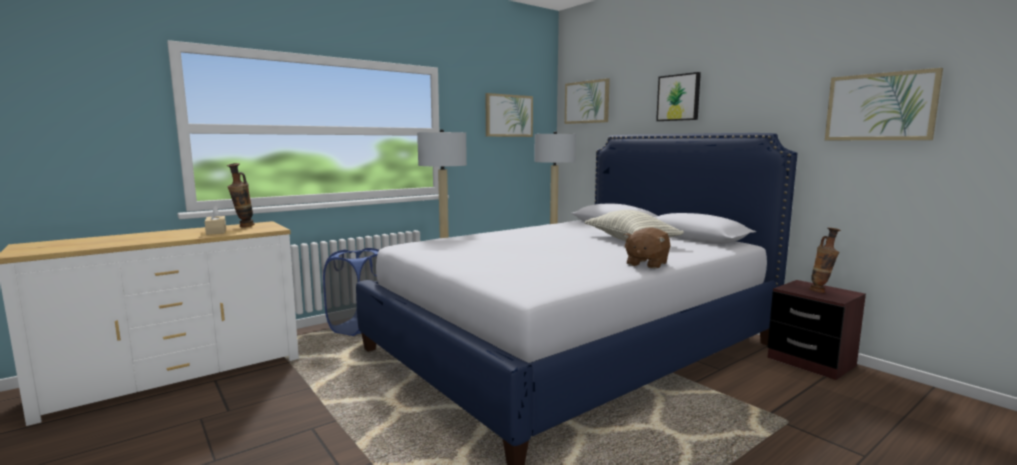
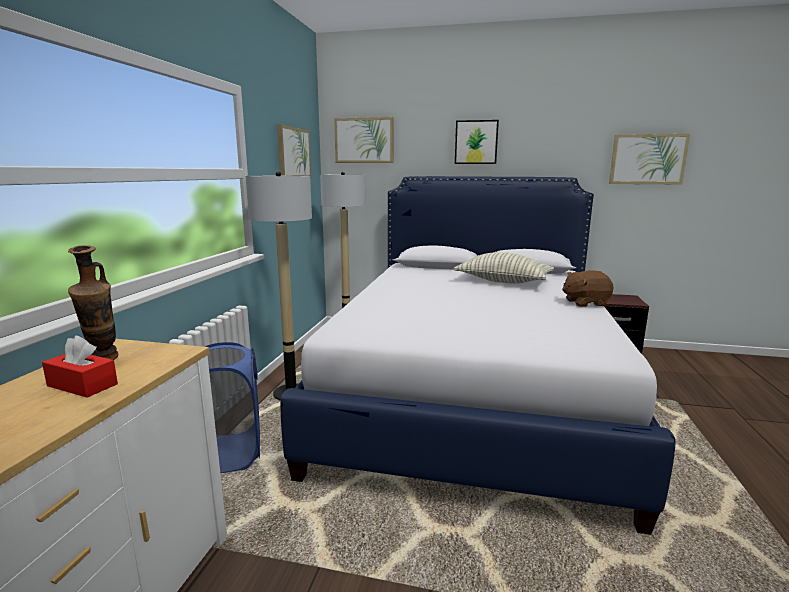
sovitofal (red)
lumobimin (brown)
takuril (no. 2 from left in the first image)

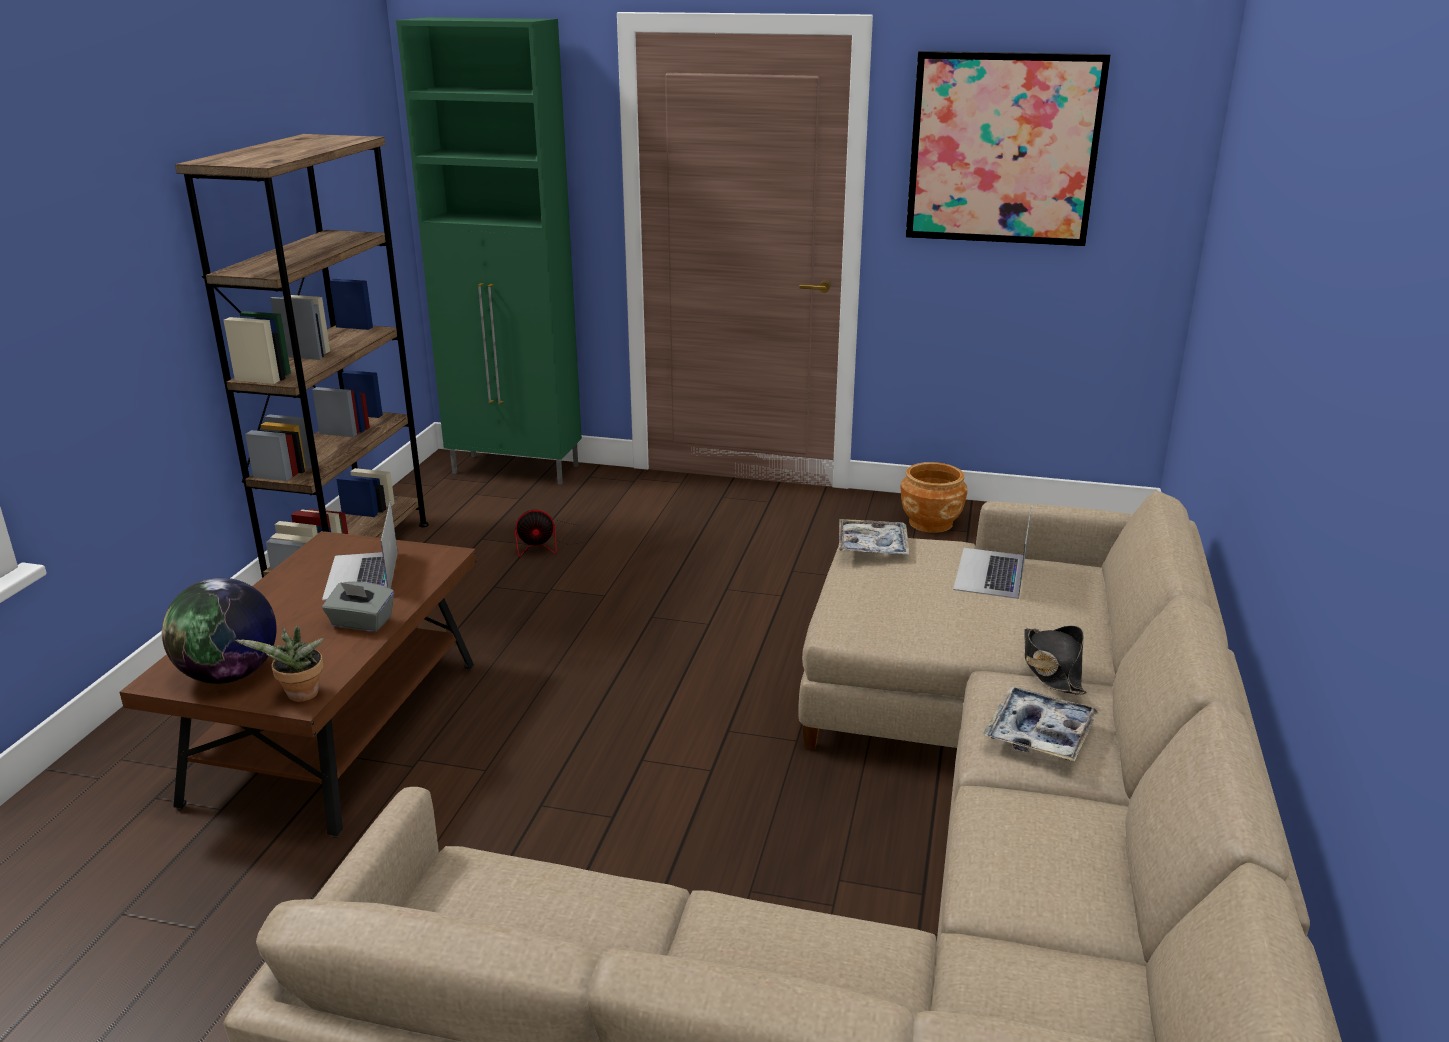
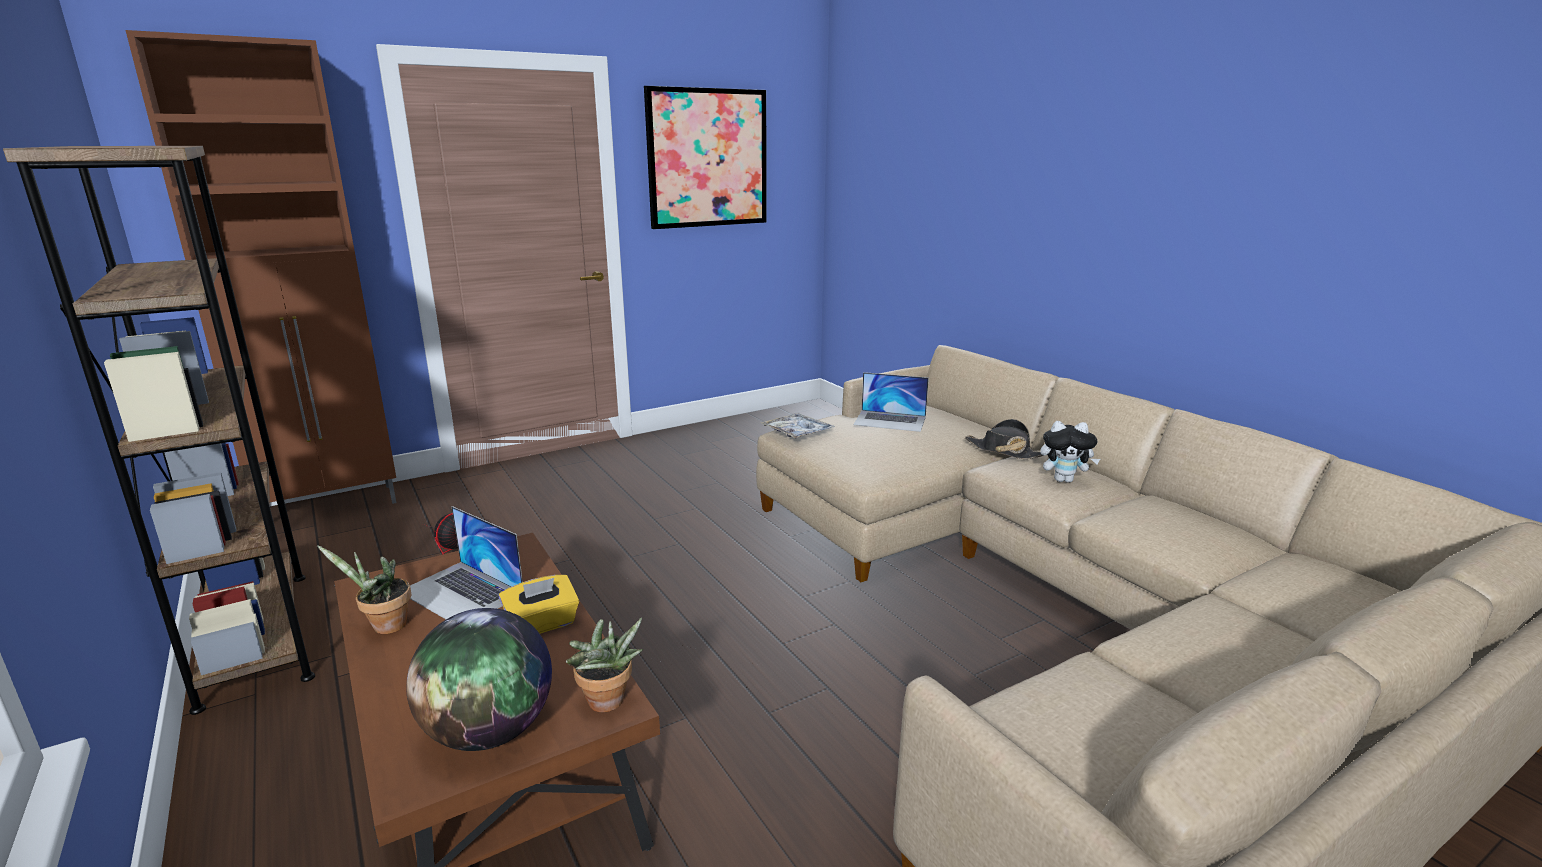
sovitofal (yellow)
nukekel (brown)
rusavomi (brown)
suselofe (no. 2 from left)
lumobimin
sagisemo (no. 1 from left)

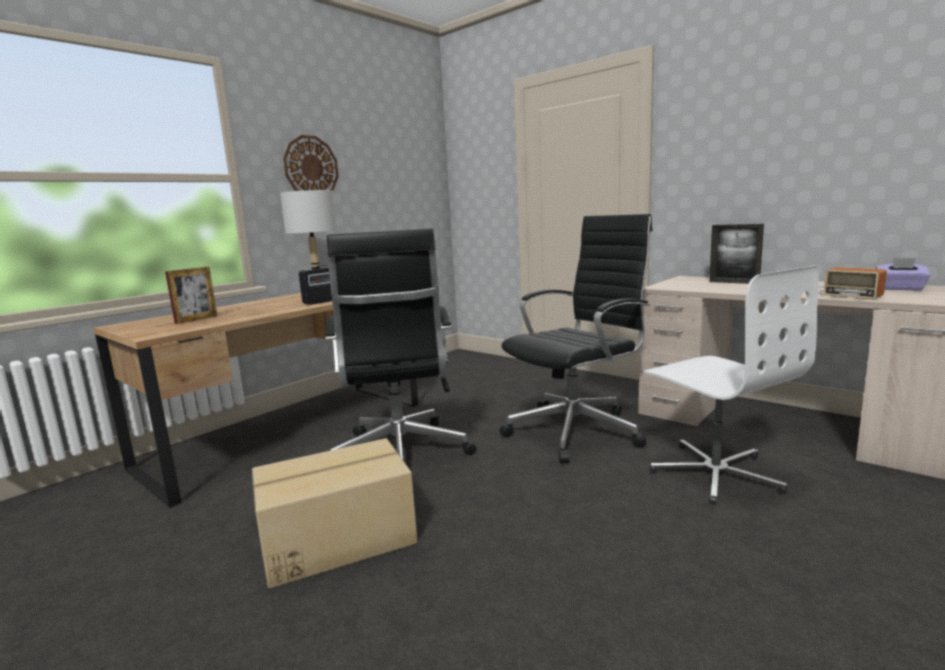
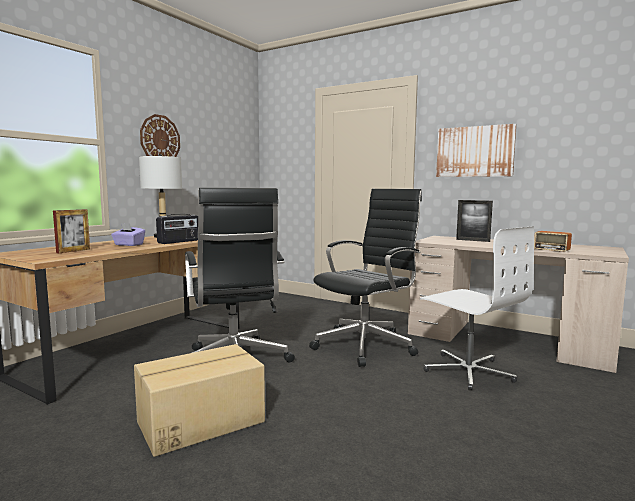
sovitofal (purple)
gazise

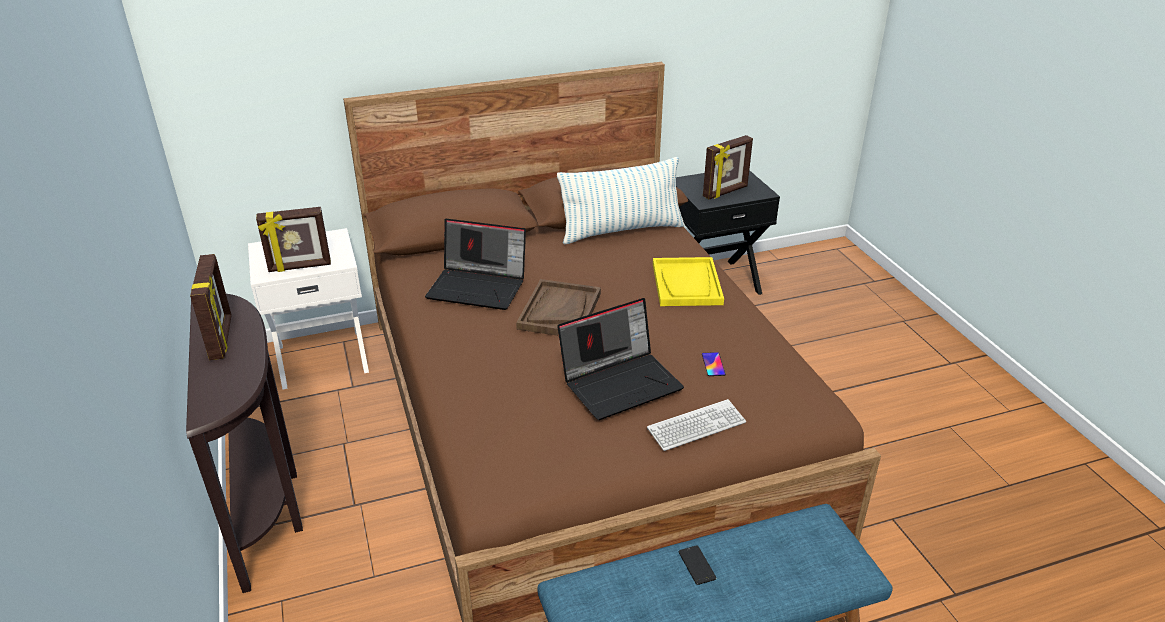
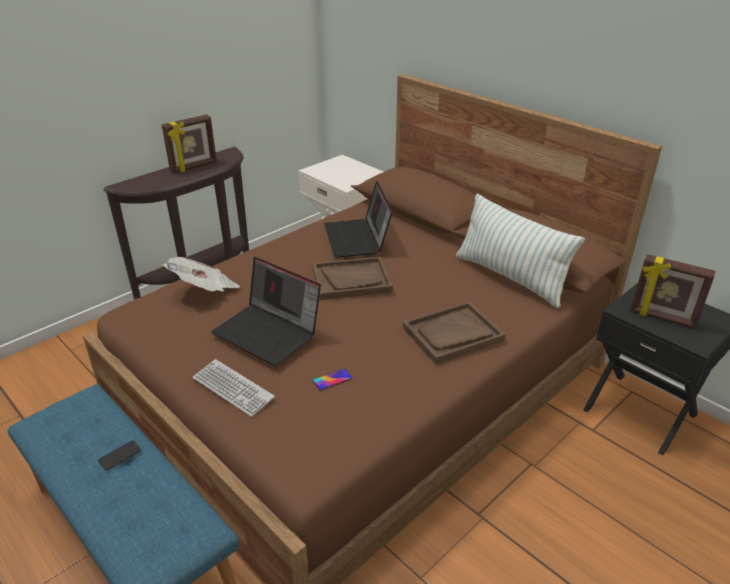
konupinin (no. 2 from left in the first image)
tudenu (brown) (no. 2 from left)
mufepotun

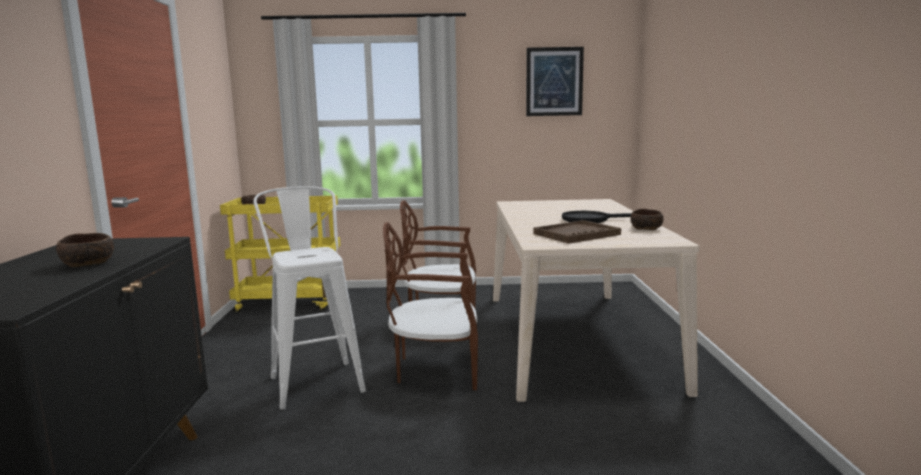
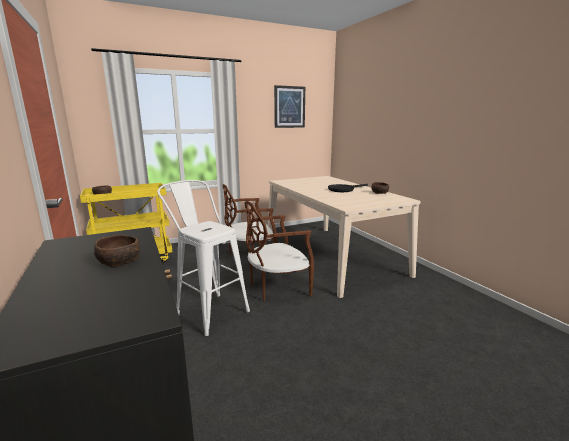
tudenu (brown)

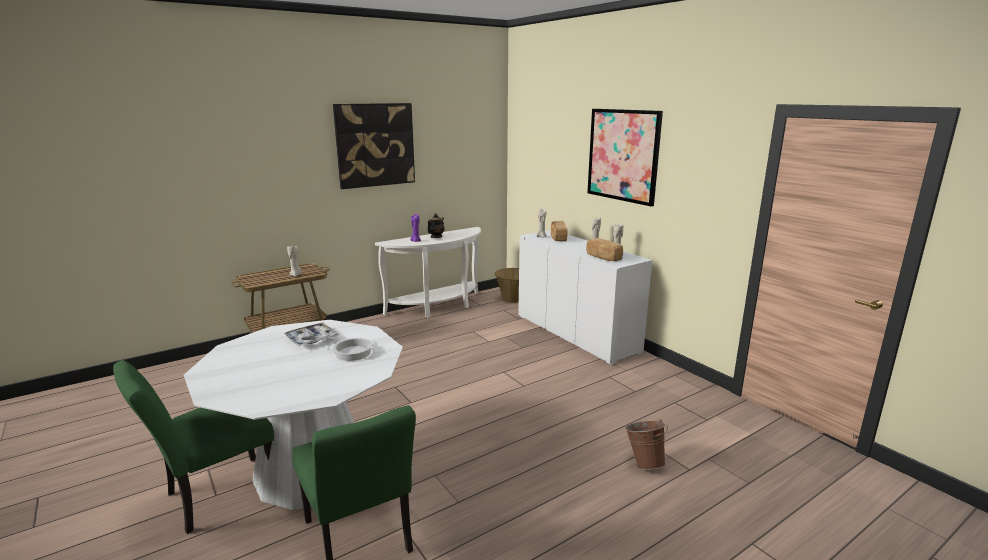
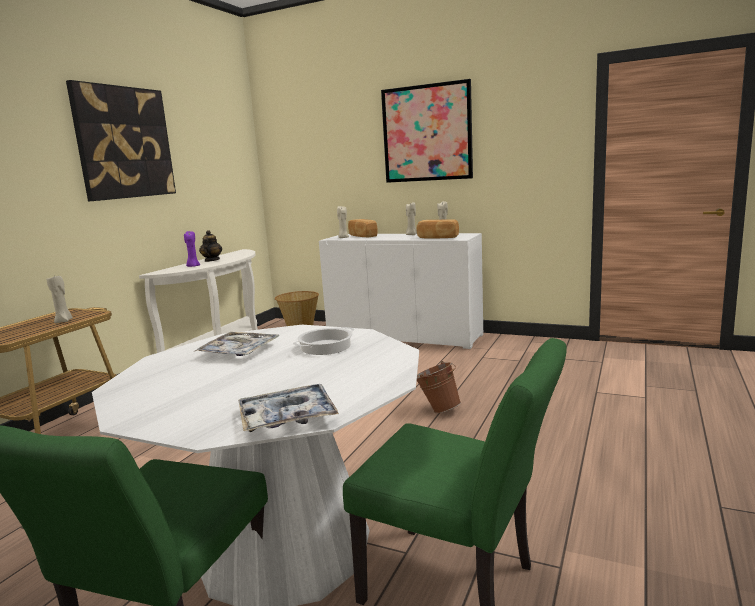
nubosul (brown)
tudenu (no. 2 from left)

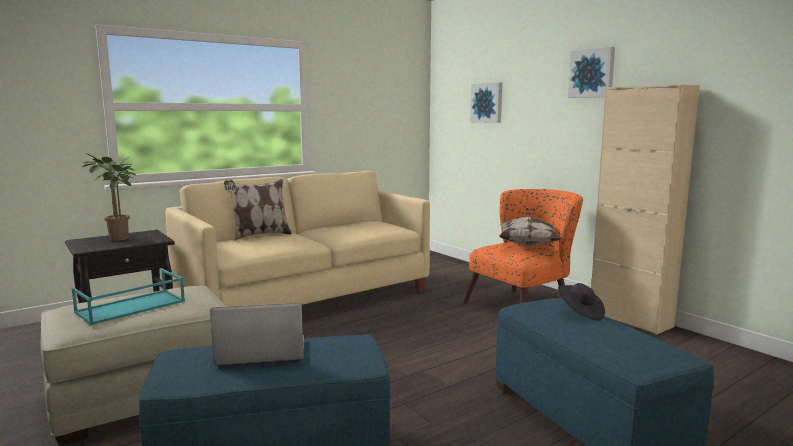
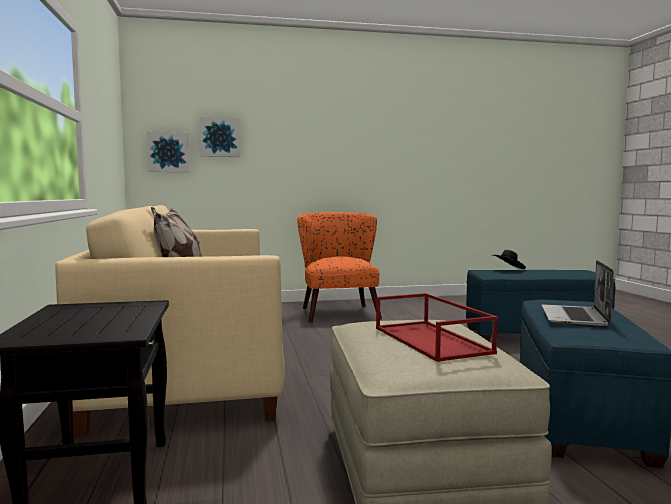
tudenu (red)
sagisemo
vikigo (no. 2 from left in the first image)
gazise (no. 1 from left)
nukekel (beige)

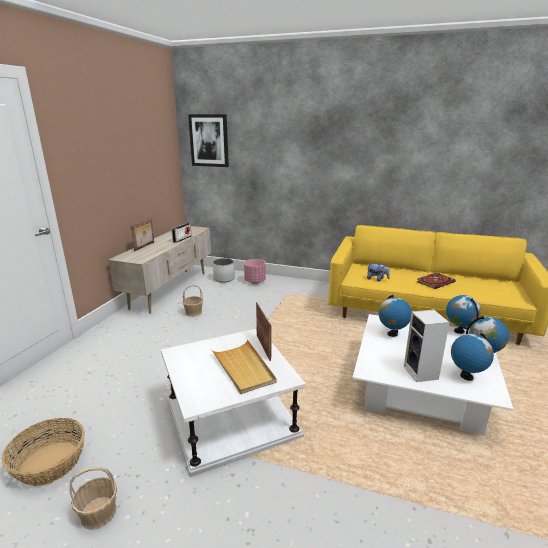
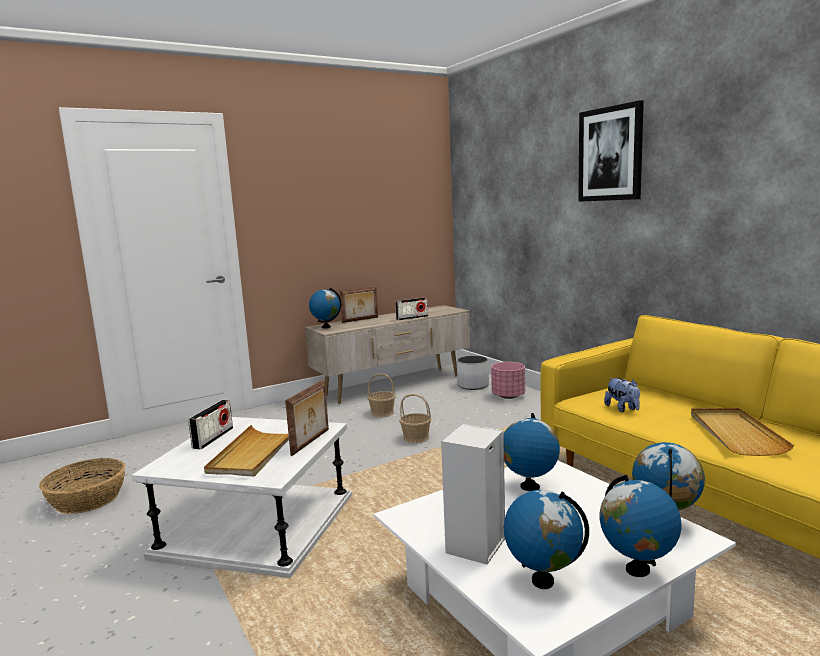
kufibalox (no. 3 from left)
gazise
tudenu (beige) (no. 2 from left)
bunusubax (no. 1 from left)
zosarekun (no. 1 from left)

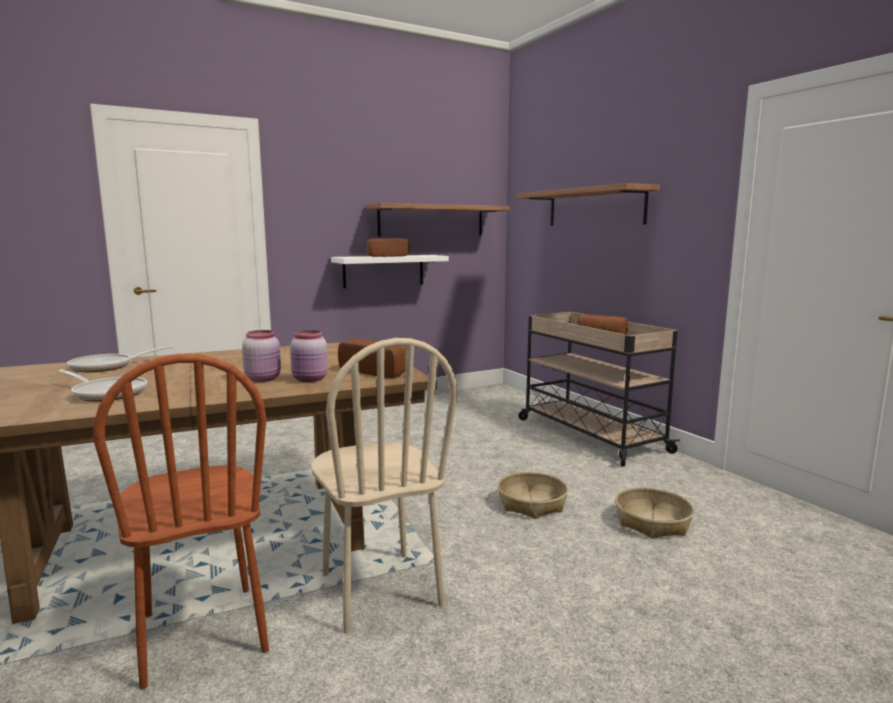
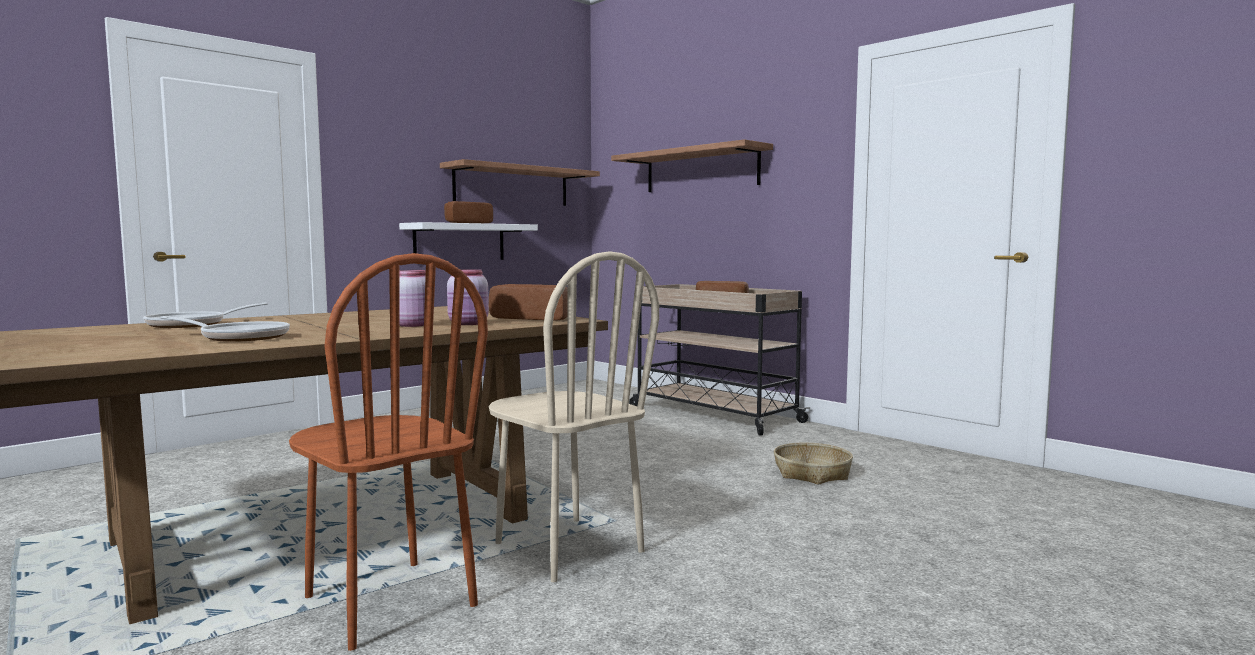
kufibalox (no. 1 from left in the first image)

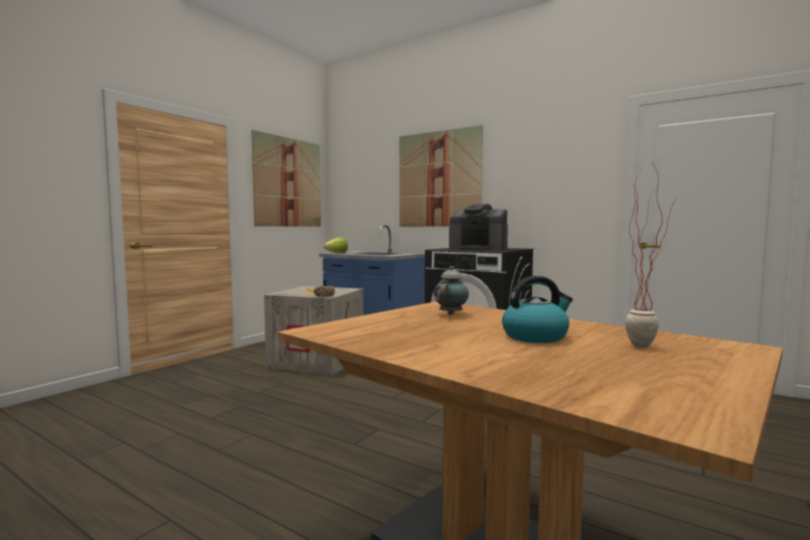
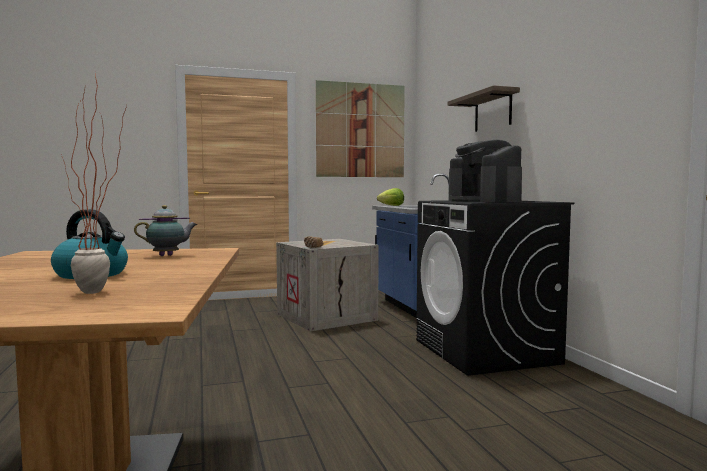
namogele

